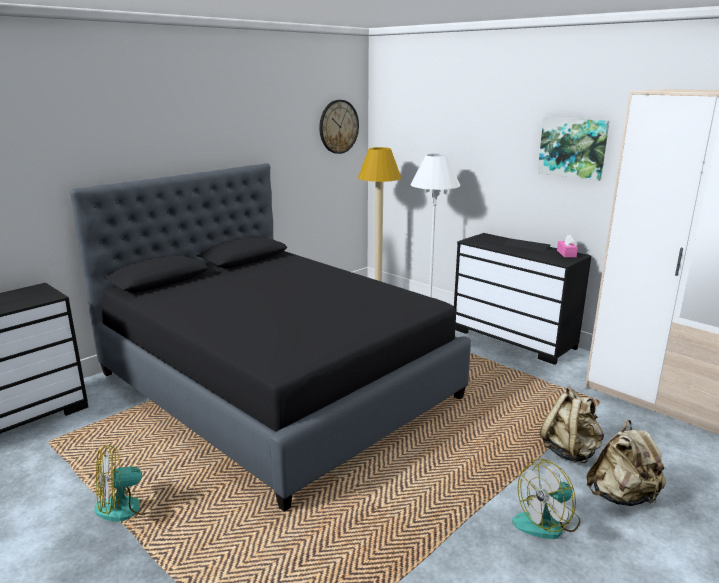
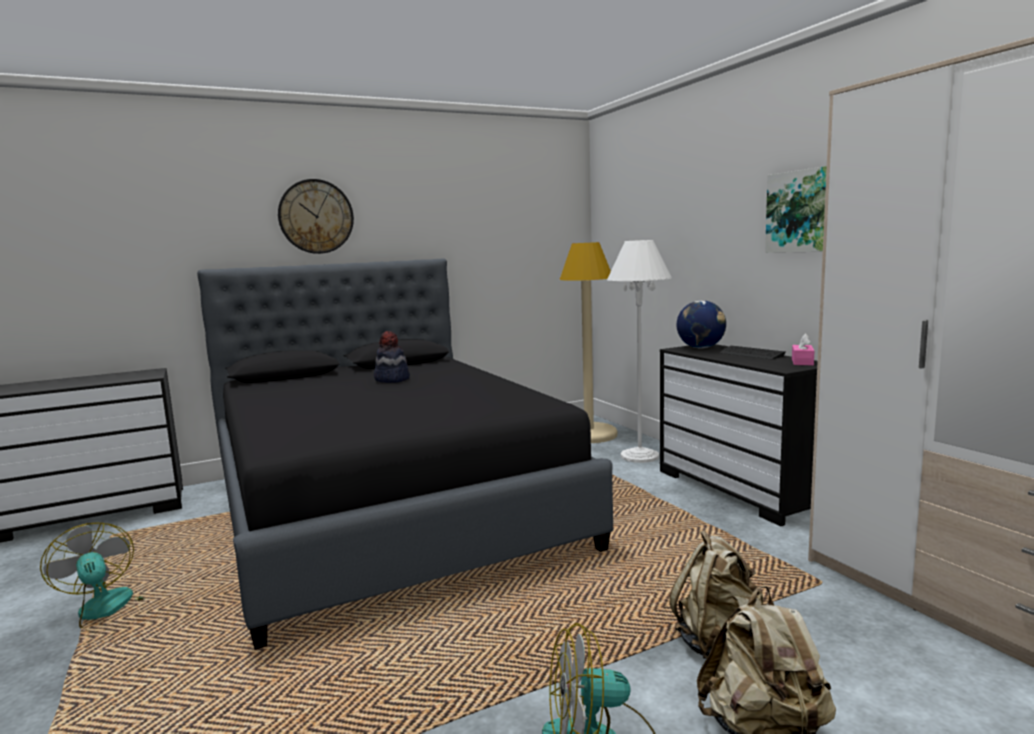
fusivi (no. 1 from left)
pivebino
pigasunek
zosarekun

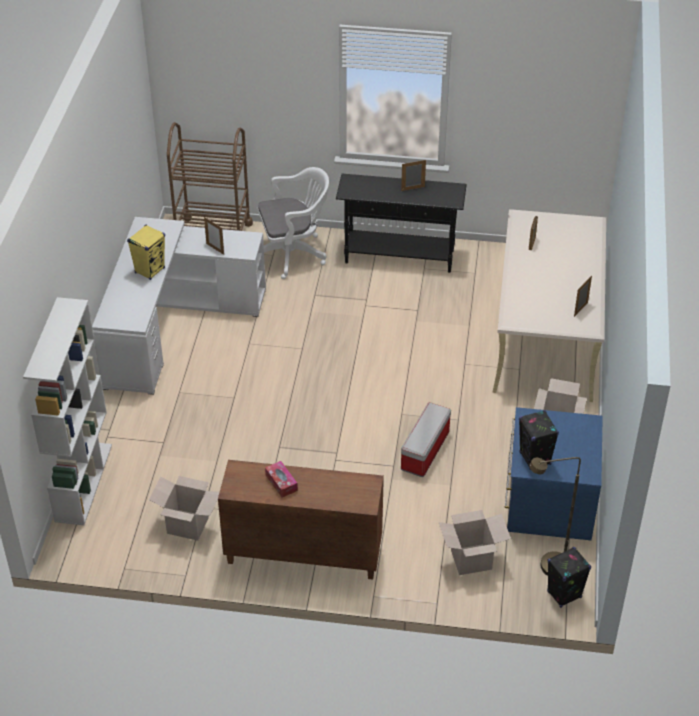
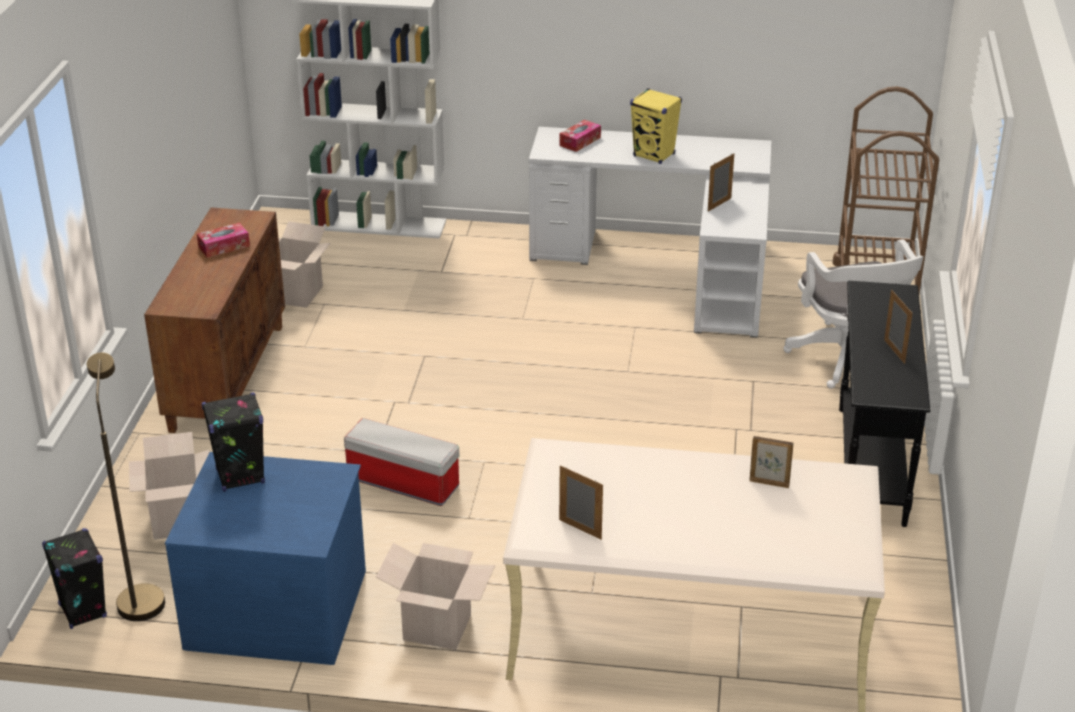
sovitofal (no. 2 from left)

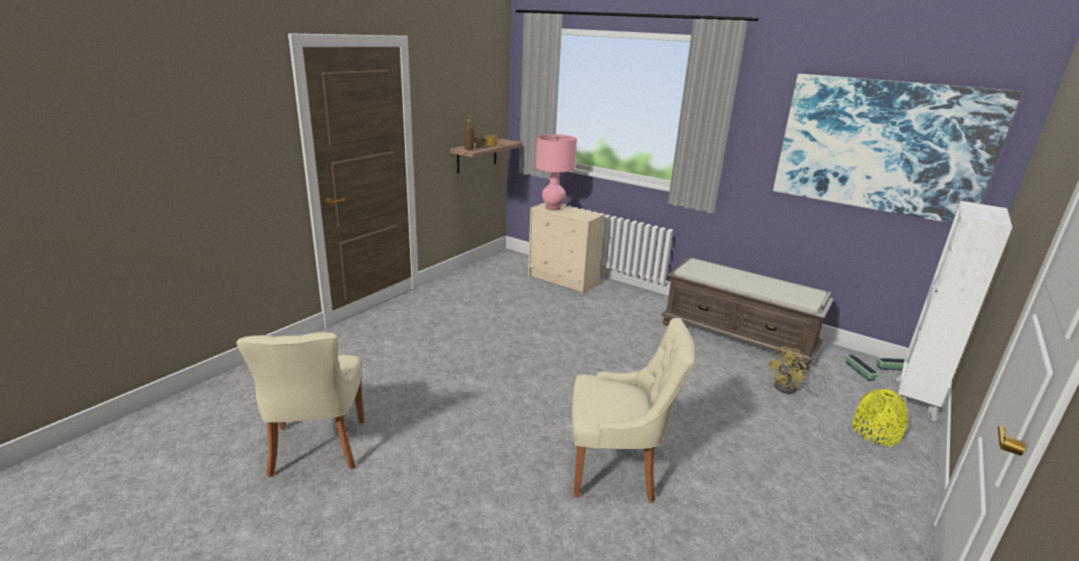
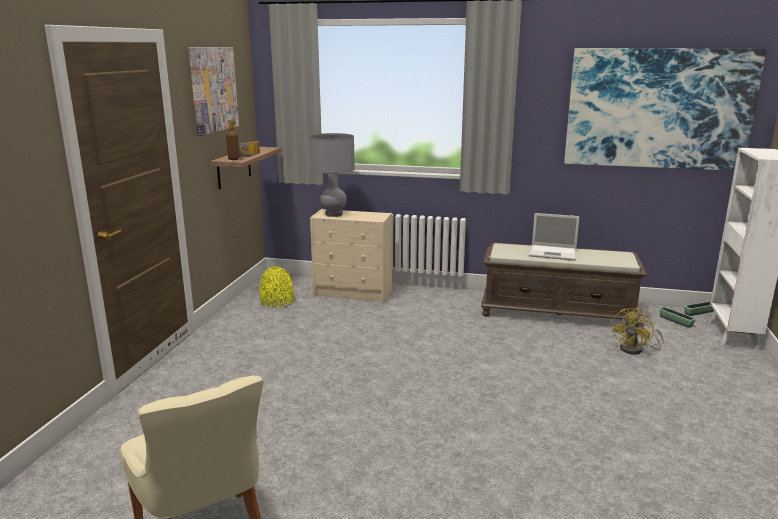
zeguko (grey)
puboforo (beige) (no. 2 from left in the first image)
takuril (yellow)
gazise (no. 1 from left)
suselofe

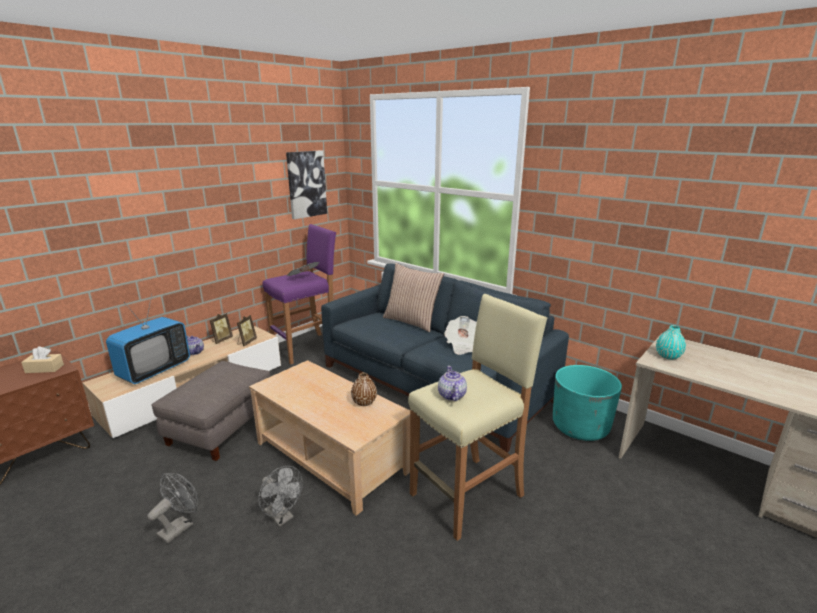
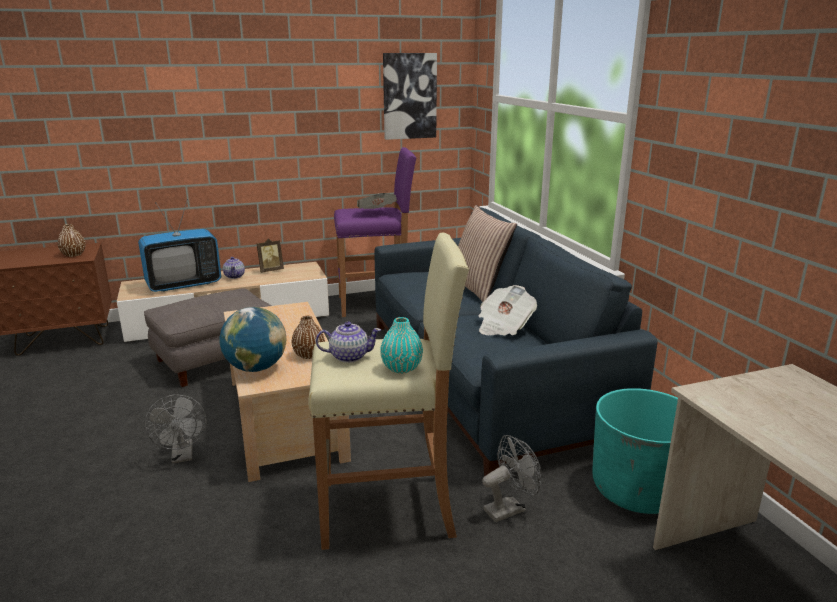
takuril (brown) (no. 1 from left)
fusivi (grey) (no. 2 from left)
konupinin (no. 2 from left in the first image)
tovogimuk (no. 2 from left)
takuril (turquoise)
zosarekun

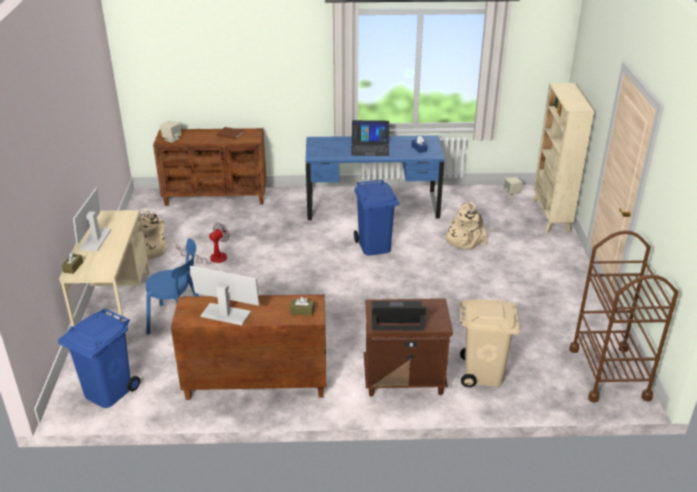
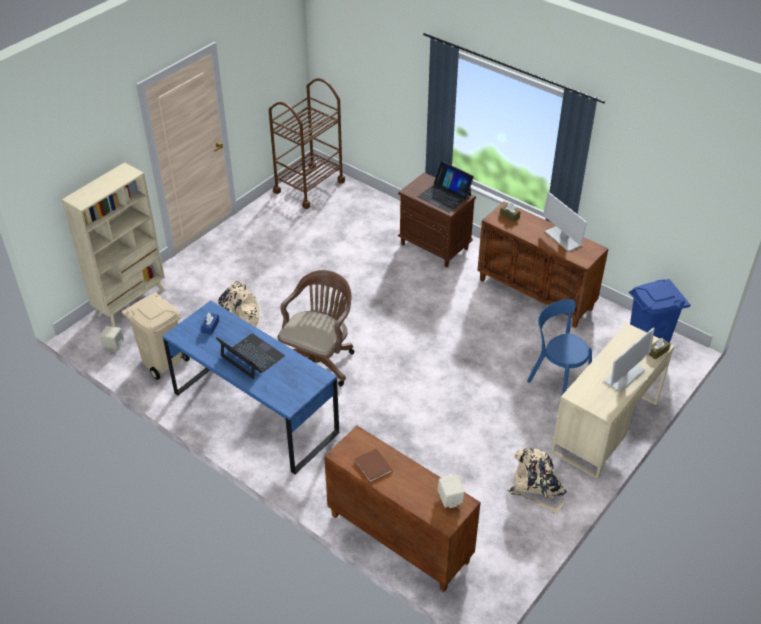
fusivi
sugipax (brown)
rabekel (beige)

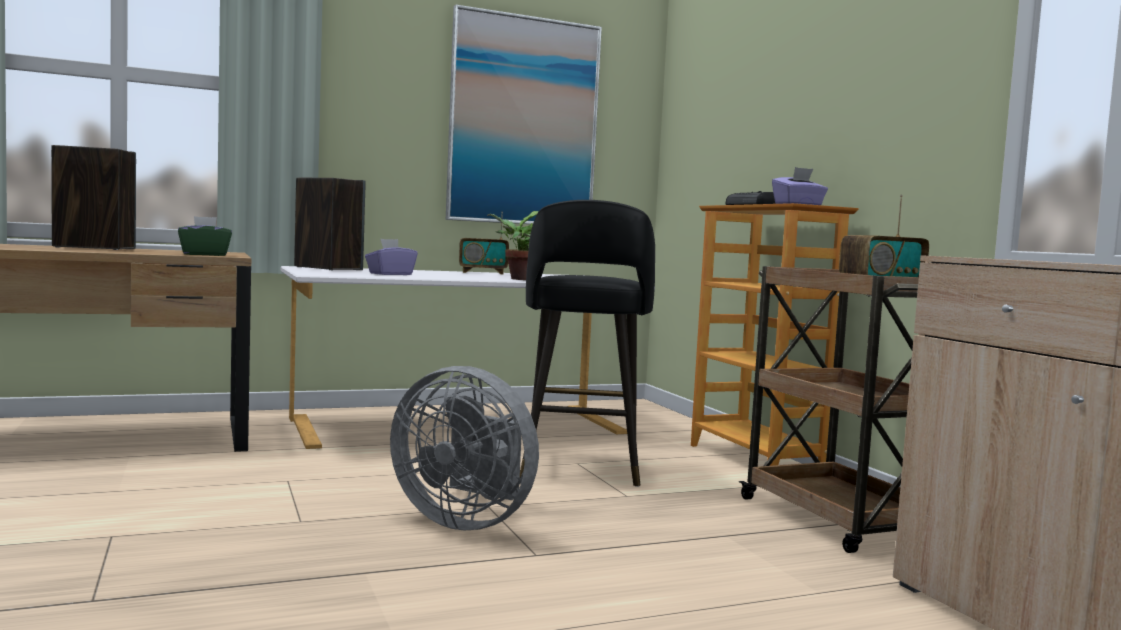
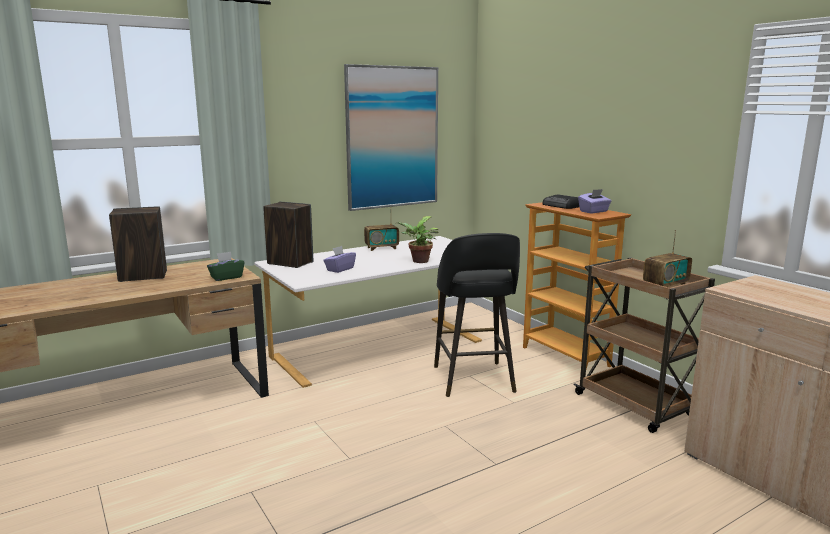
fusivi (grey)

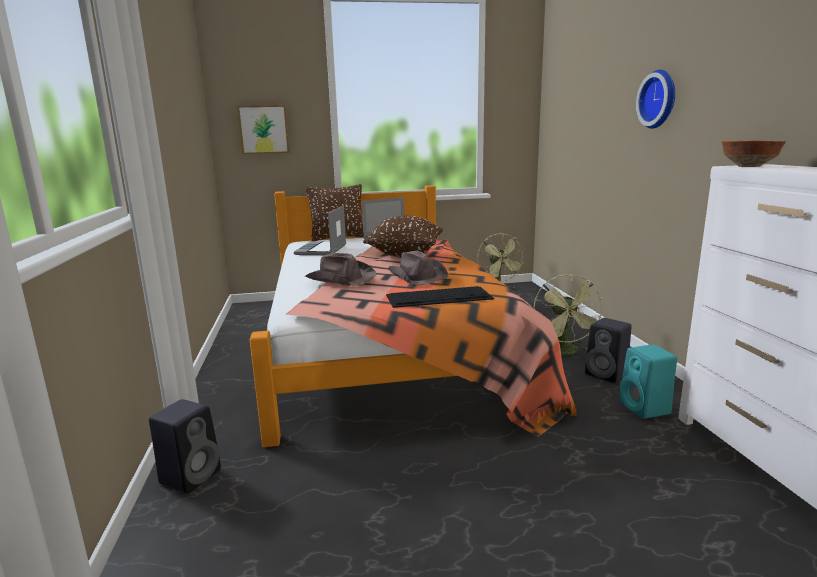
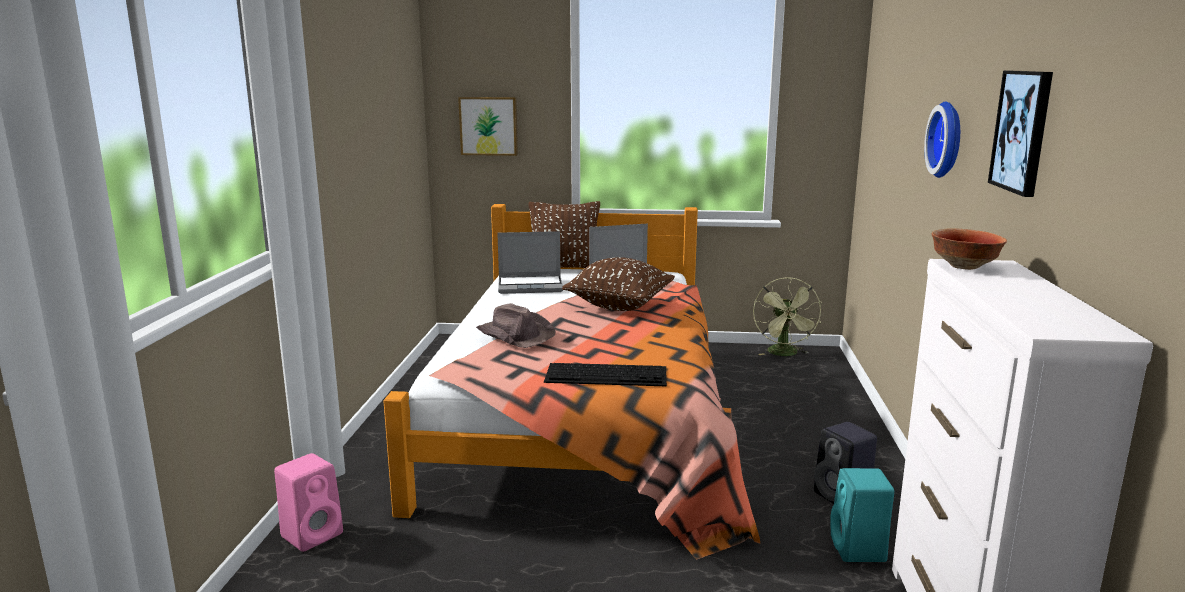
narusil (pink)
suselofe (no. 1 from left)
pigasunek (brown) (no. 2 from left in the first image)
fusivi (green) (no. 2 from left in the first image)
gazise (no. 2 from left)

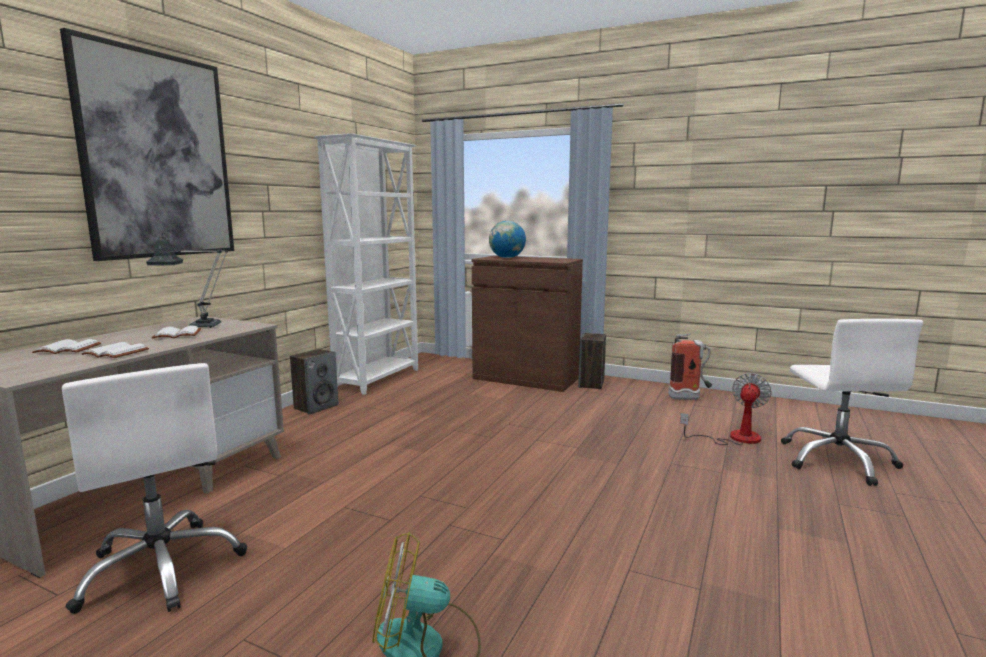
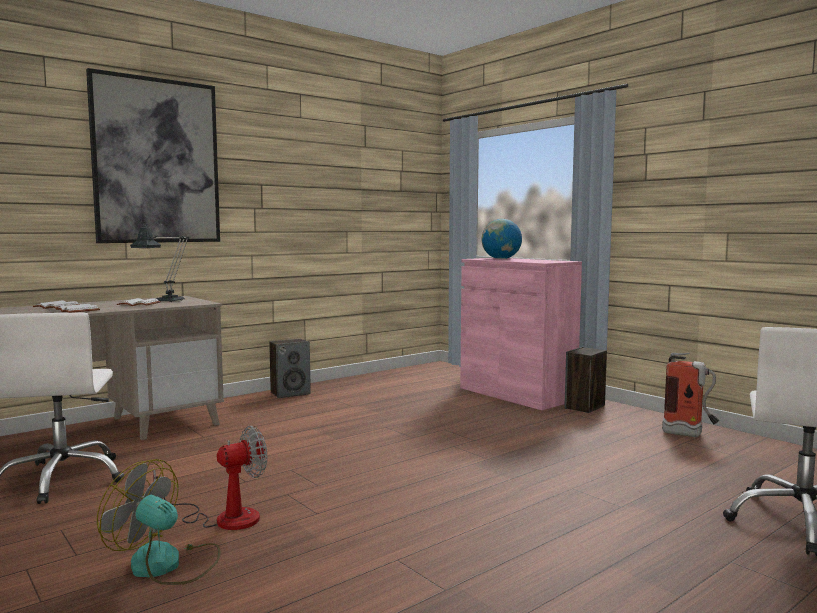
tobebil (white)
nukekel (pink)
fusivi (no. 2 from left)

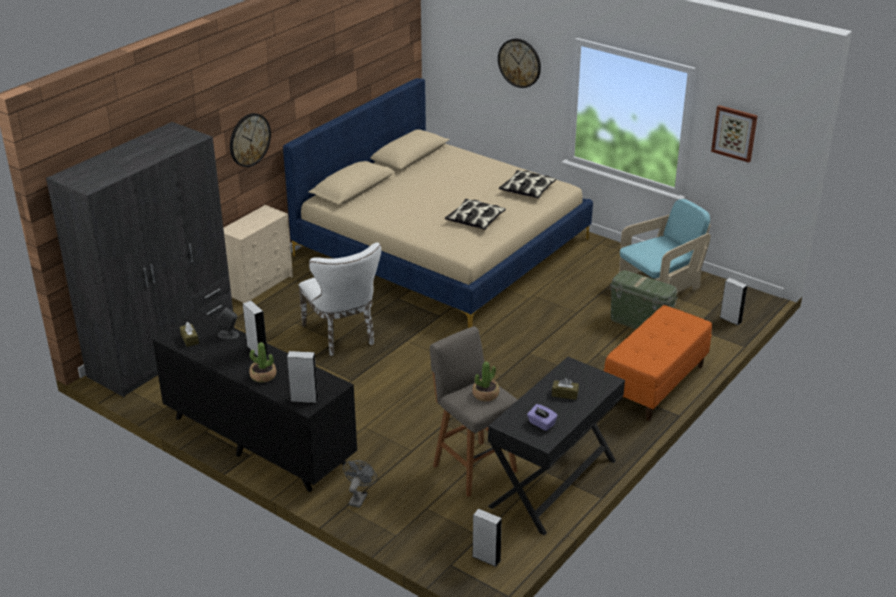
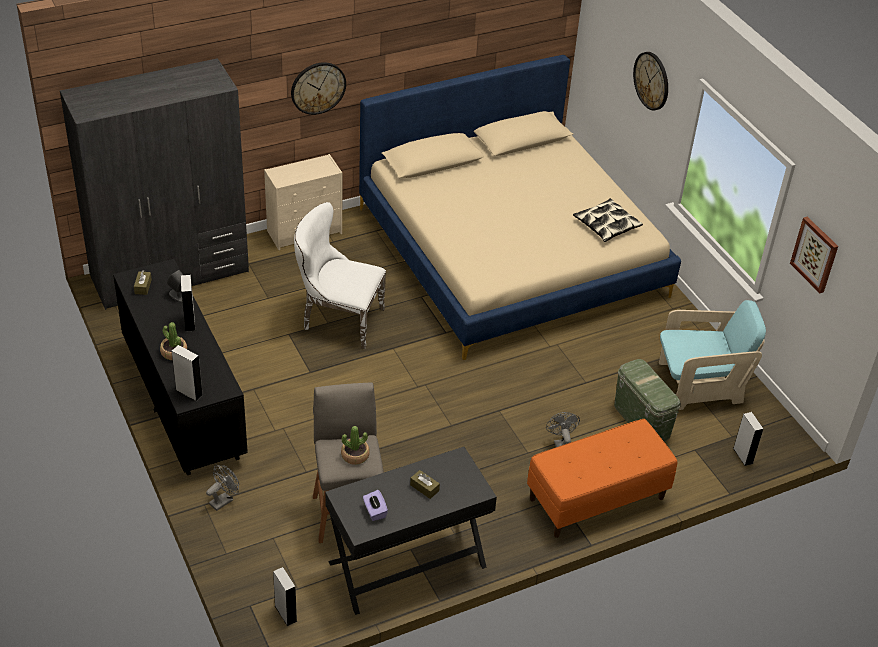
puboforo (white)
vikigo (no. 1 from left in the first image)
fusivi (grey) (no. 2 from left)

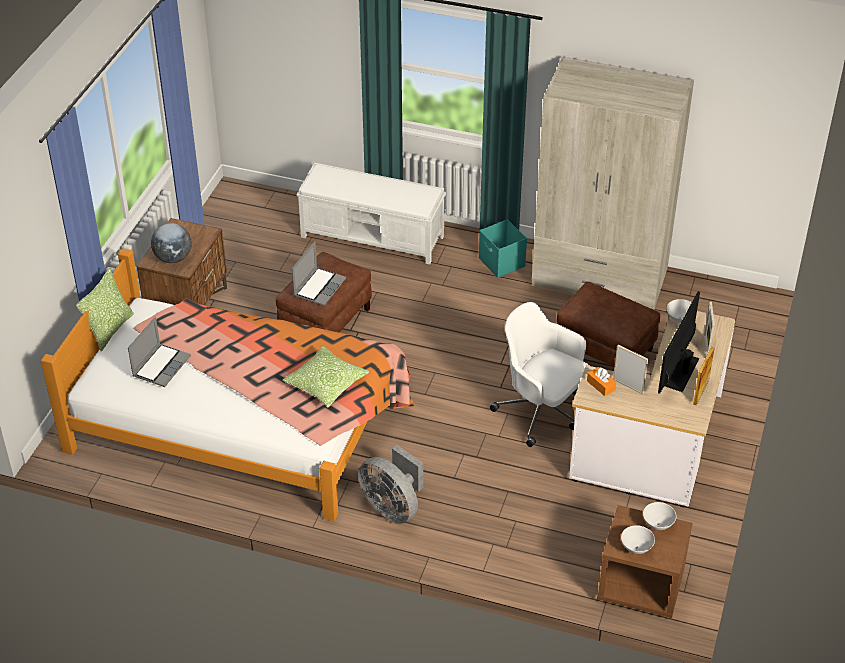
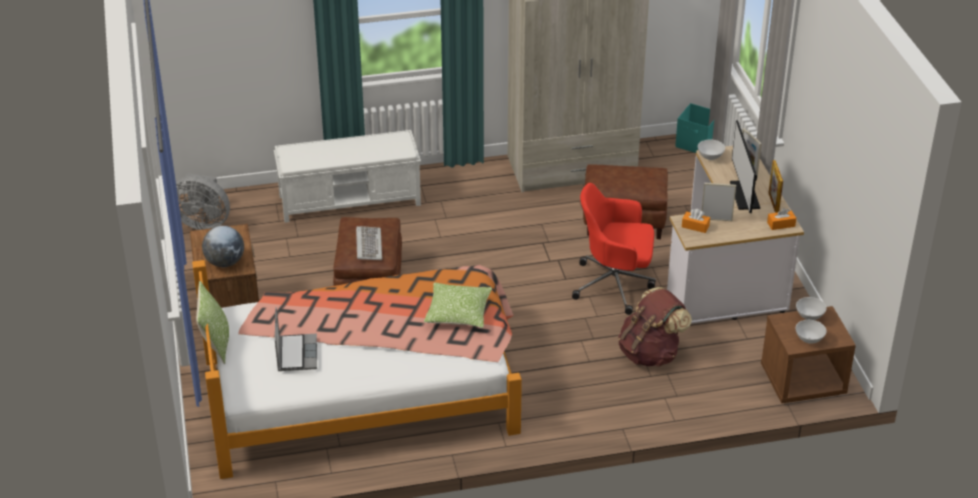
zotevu
fusivi (grey)
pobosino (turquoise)
sugipax (red)
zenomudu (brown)
sovitofal (orange) (no. 2 from left)

